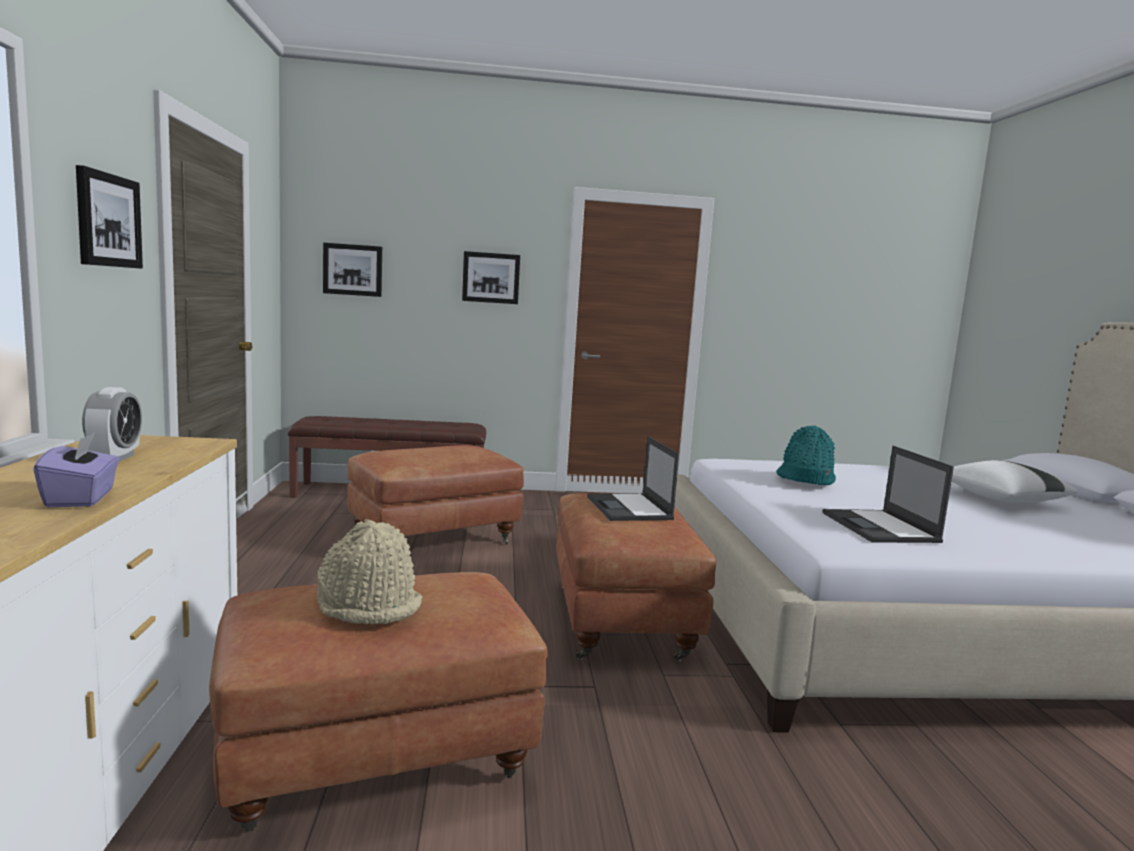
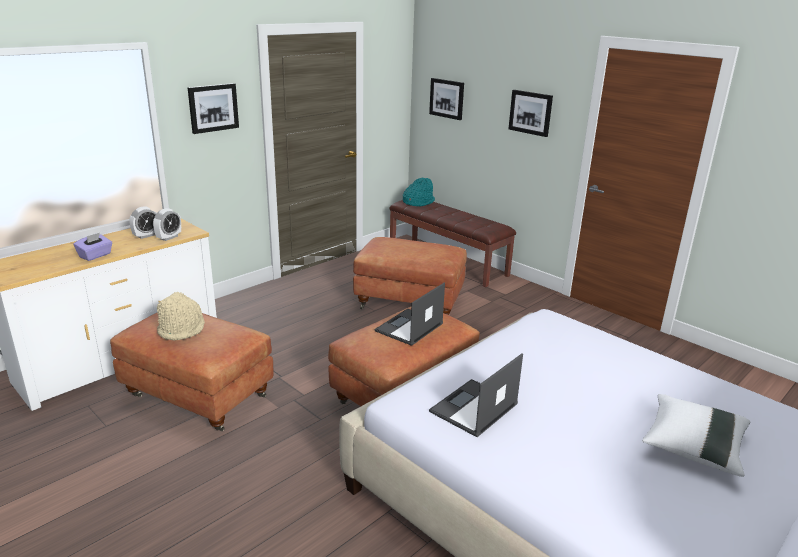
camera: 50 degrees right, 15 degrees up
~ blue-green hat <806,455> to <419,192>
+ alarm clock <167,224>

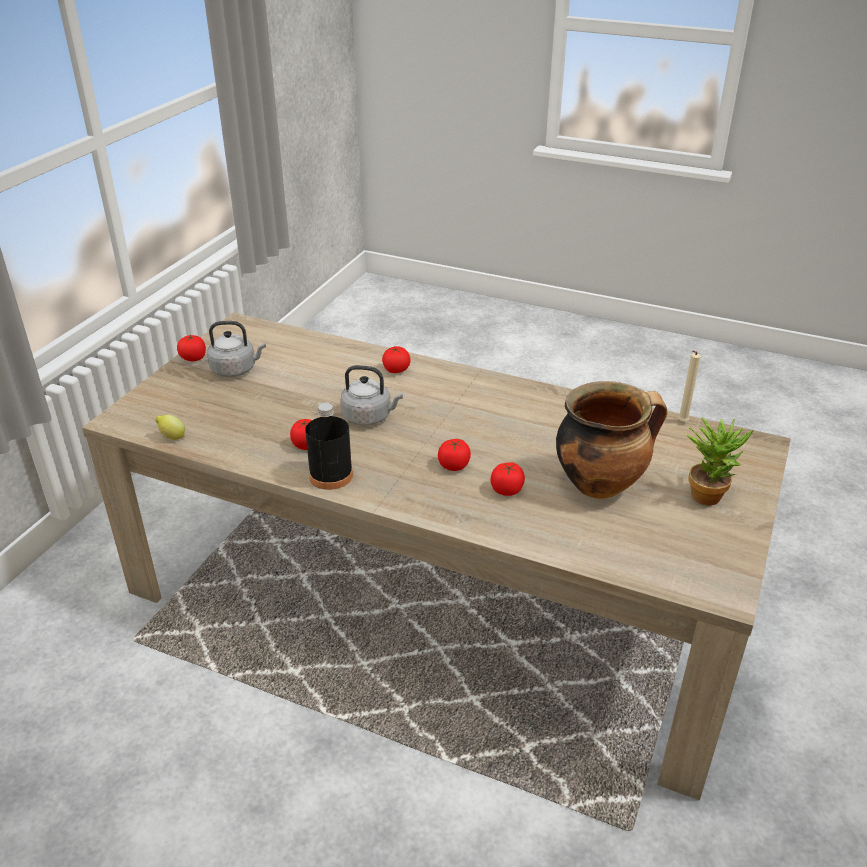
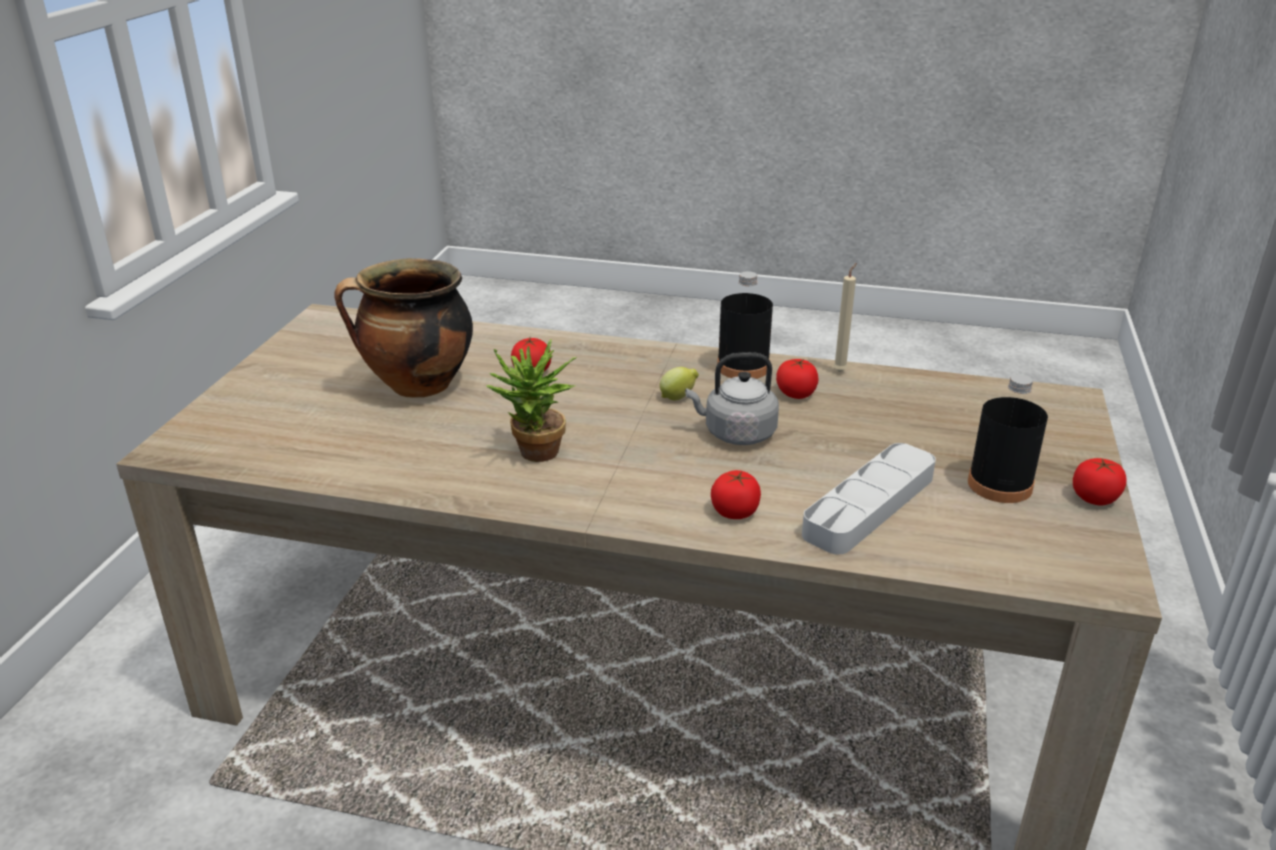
camera: 170 degrees right, 5 degrees down
~ gray tea kettle <236,349> to blackish beverage bottle <1008,438>
~ beige wax candle <689,386> to <845,317>
~ citrus fruit <170,427> to <679,383>
~ houseplant <719,461> to <531,400>
- whole tomato <454,455>
+ gray tray <869,498>

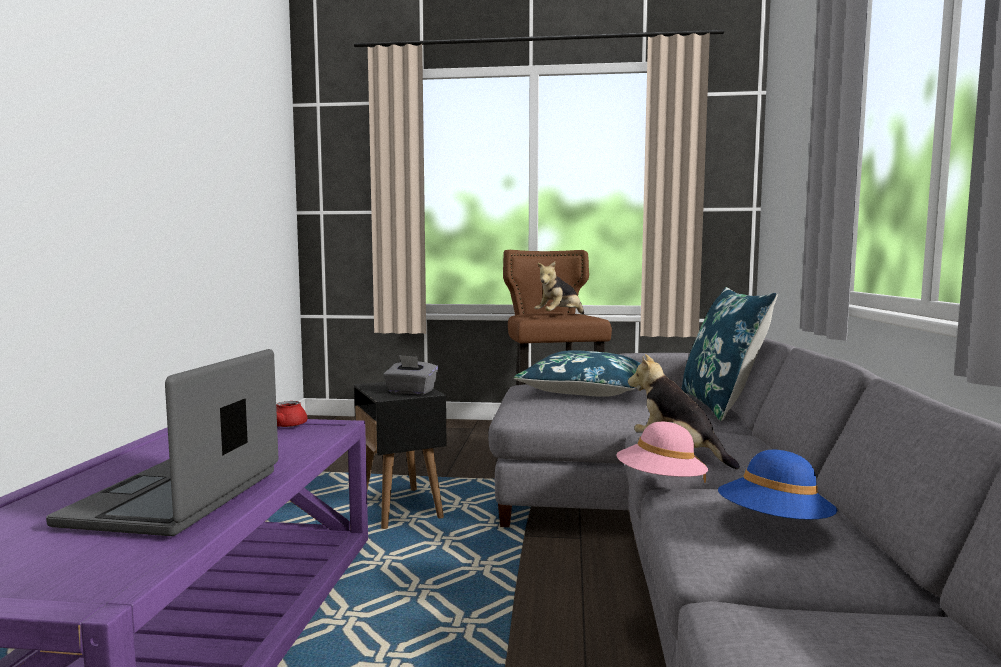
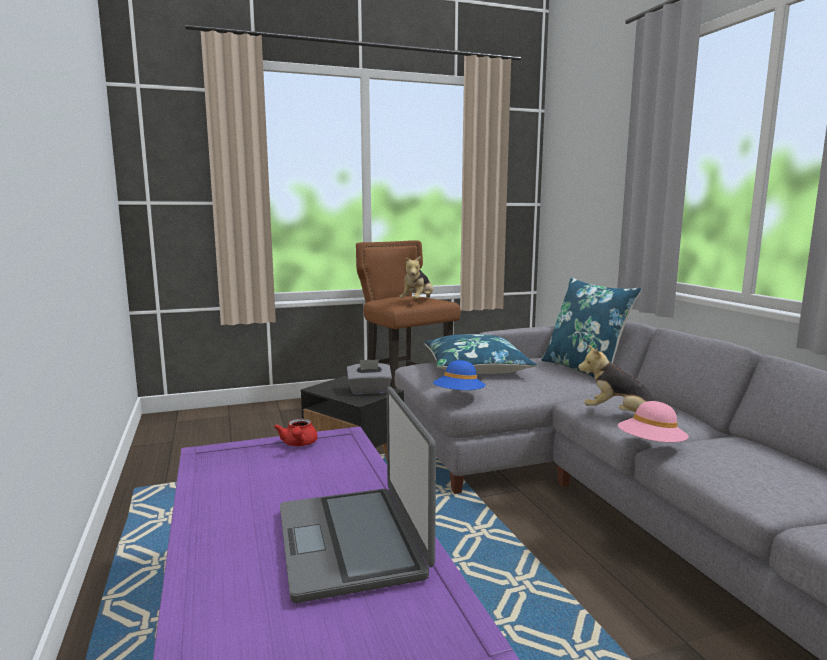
camera: 25 degrees left, 5 degrees up
~ blue hat <778,485> to <459,375>

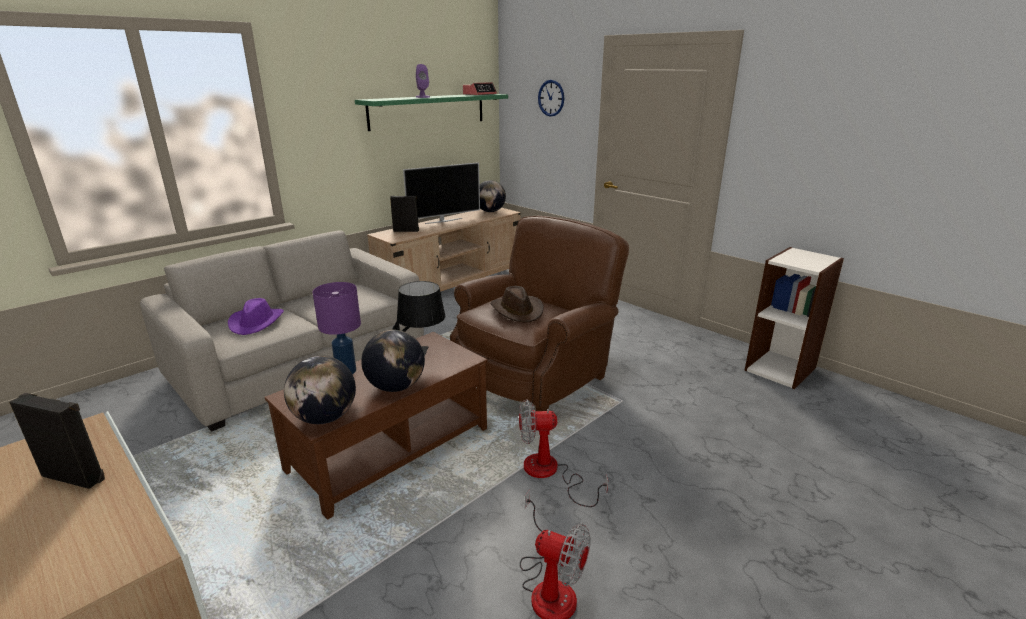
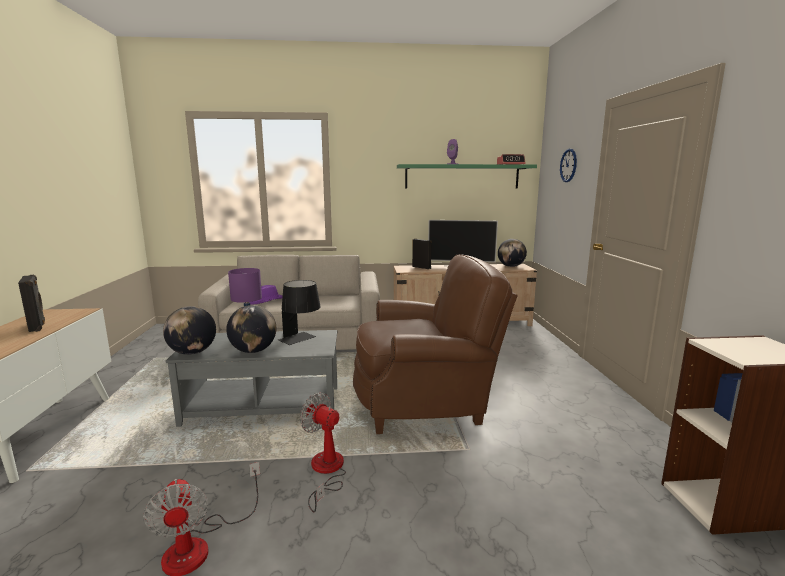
camera: 40 degrees right, 10 degrees down
- brownish hat <517,304>
~ brownish coffee table <376,426> to gray coffee table <251,378>

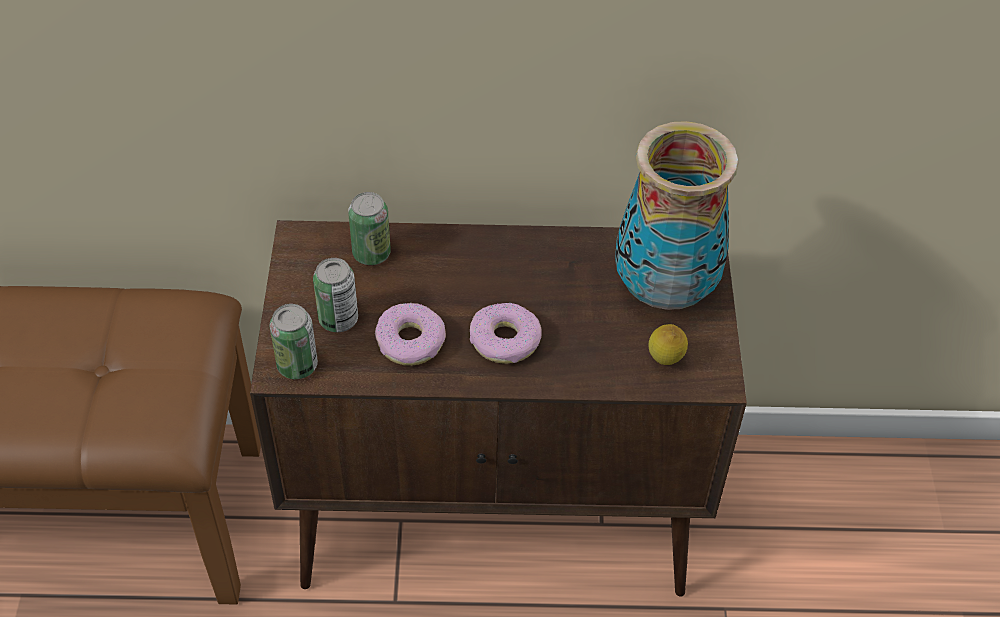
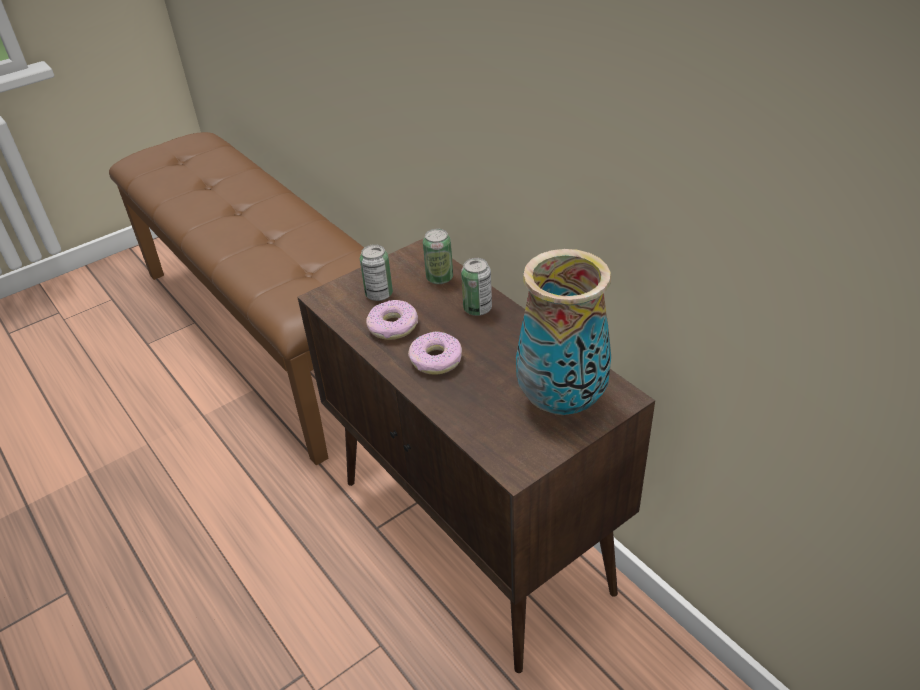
camera: 55 degrees right, 10 degrees down
~ can <293,341> to <476,287>
- citrus fruit <668,344>

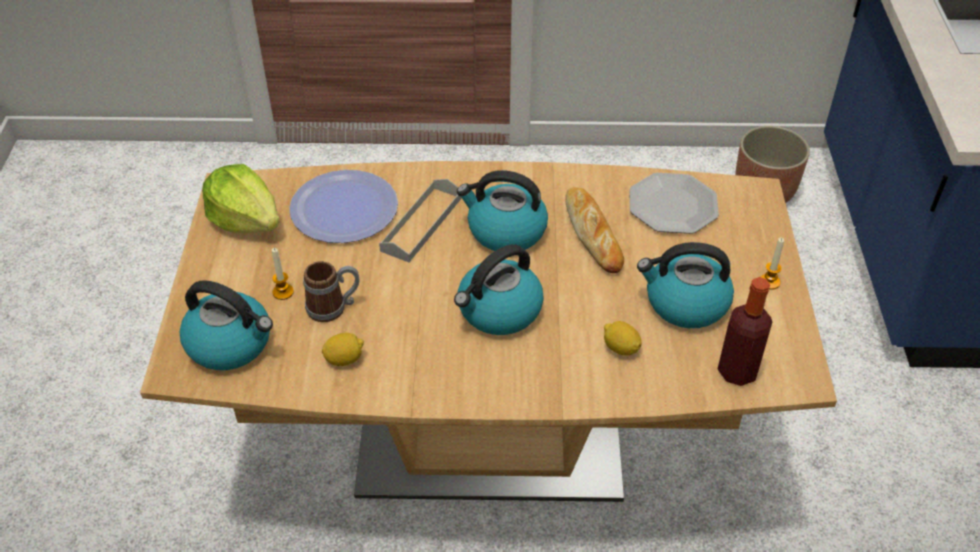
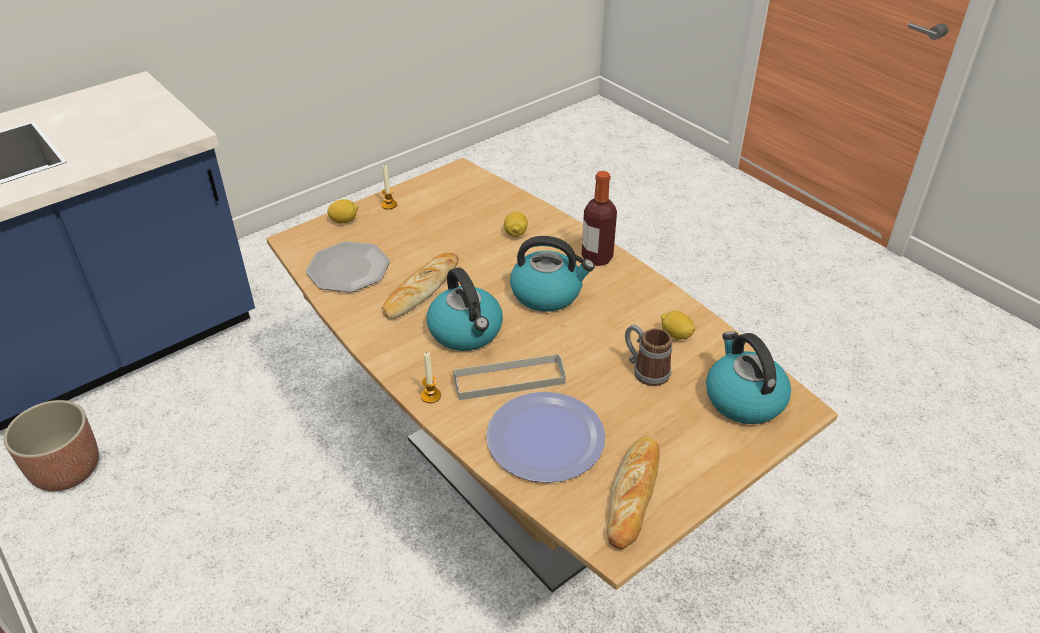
camera: 130 degrees left, 5 degrees down
~ head of lettuce <241,198> to baked bread <633,492>
- tea kettle <685,285>
~ wax candle <283,274> to <431,377>
~ beverage bottle <744,331> to <599,218>
+ citrus fruit <342,211>

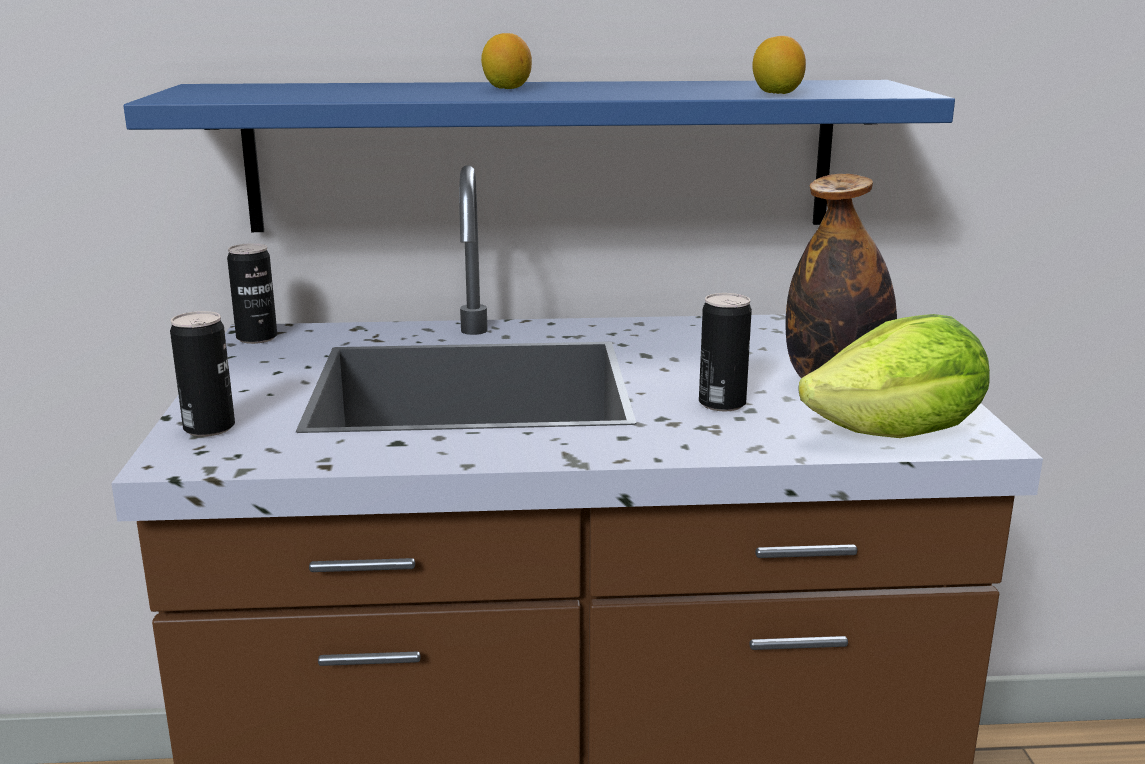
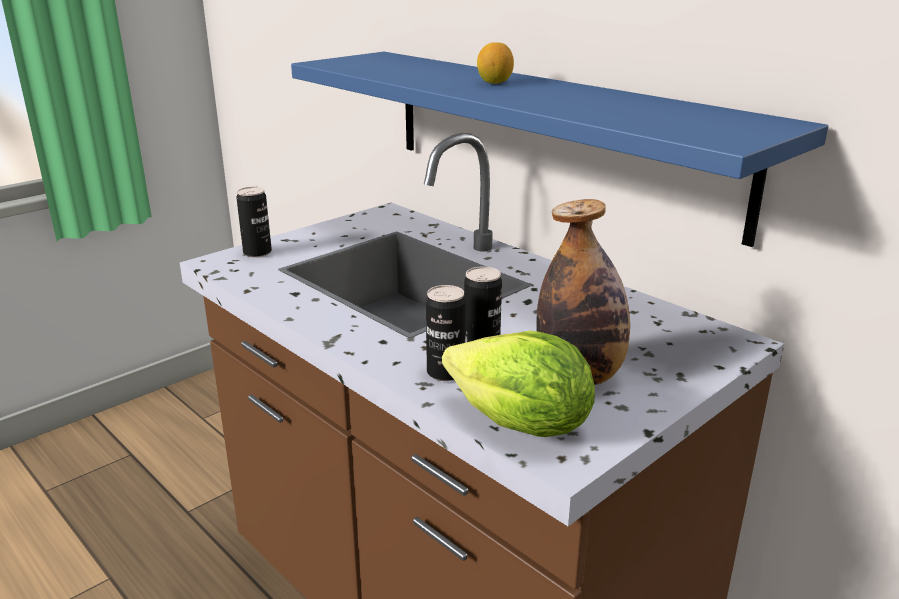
camera: 50 degrees right, 5 degrees up
- citrus fruit <779,65>
~ can <252,293> to <446,333>

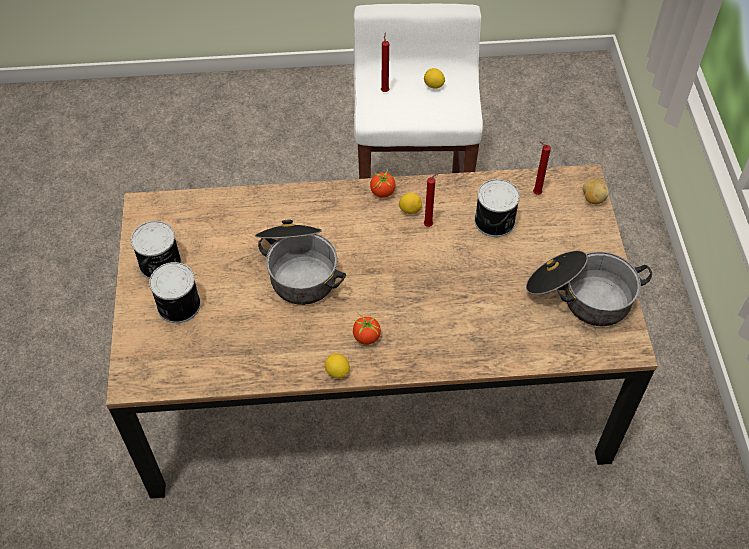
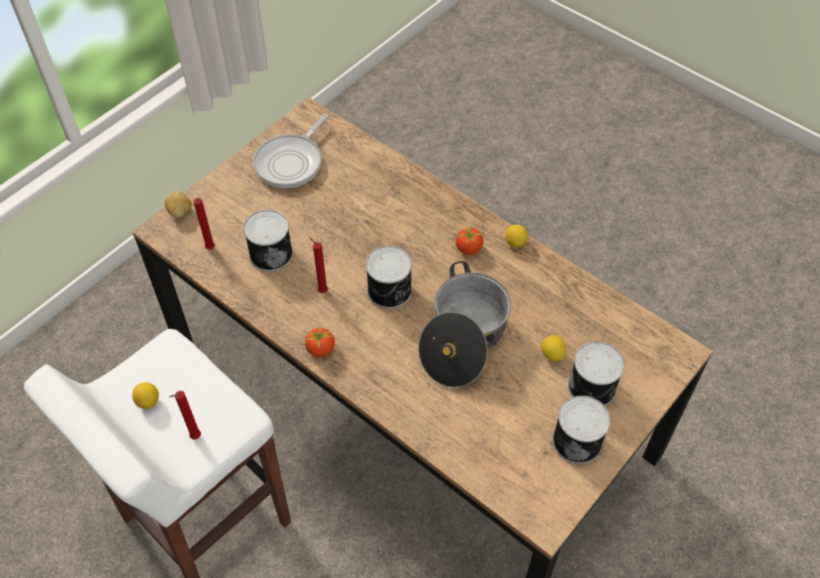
camera: 135 degrees left, 0 degrees up
~ citrus fruit <410,203> to <553,348>
~ saucepot <589,288> to frying pan <290,151>
+ can <389,277>

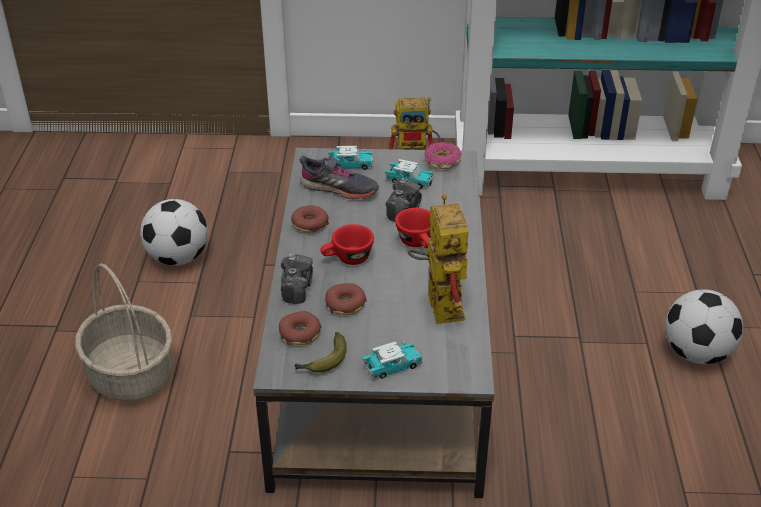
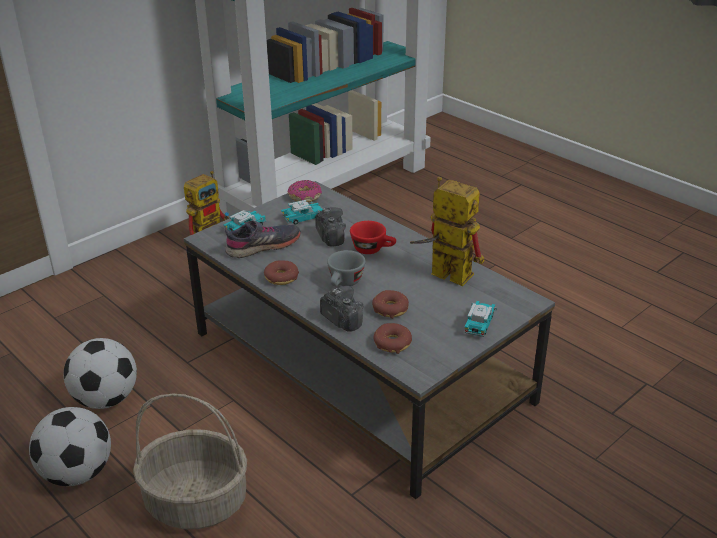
camera: 45 degrees left, 5 degrees down
~ red-coloured drinking cup <347,244> to gray drinking cup <346,268>
~ football ball <704,326> to <70,446>
- whole banana <321,352>

